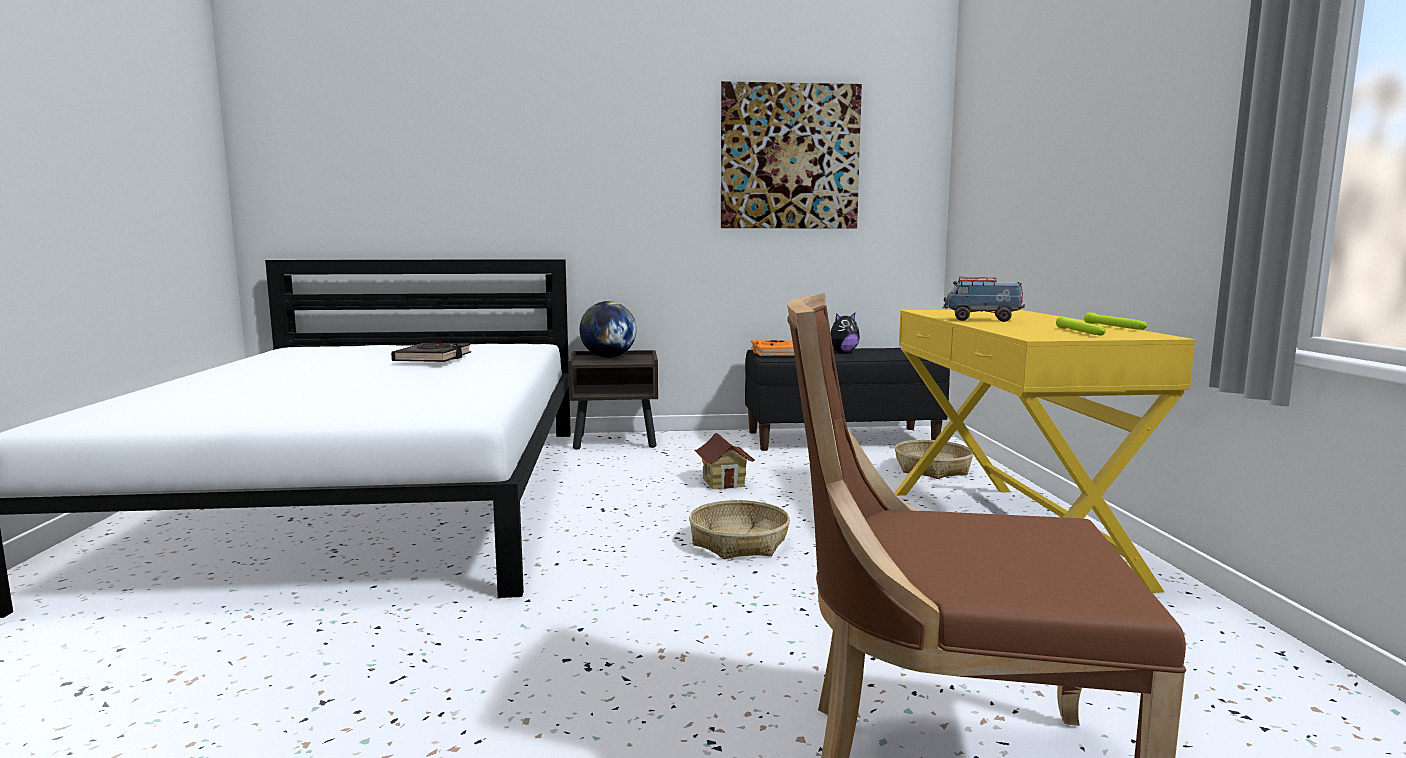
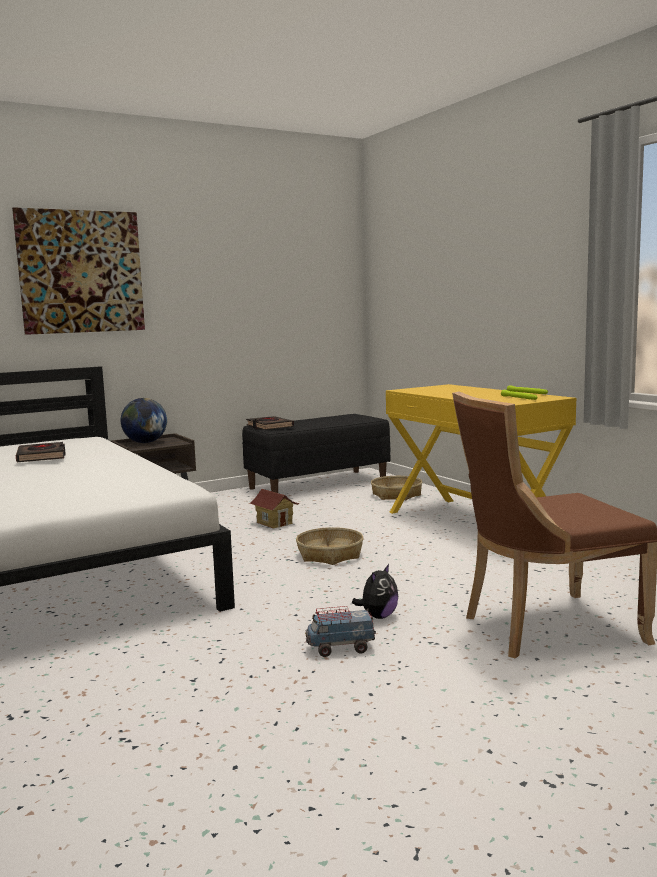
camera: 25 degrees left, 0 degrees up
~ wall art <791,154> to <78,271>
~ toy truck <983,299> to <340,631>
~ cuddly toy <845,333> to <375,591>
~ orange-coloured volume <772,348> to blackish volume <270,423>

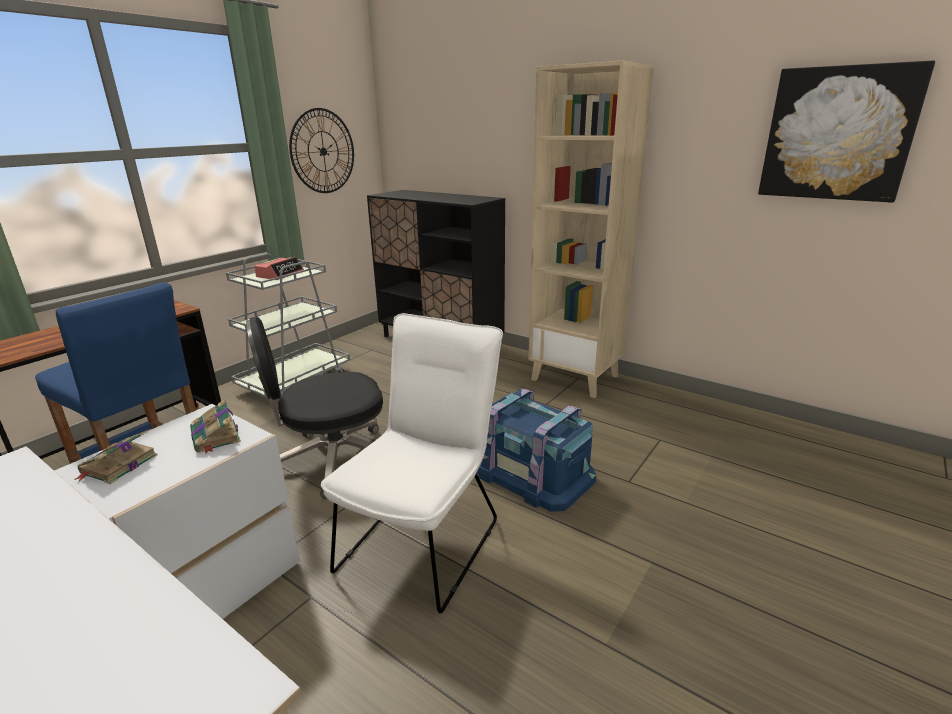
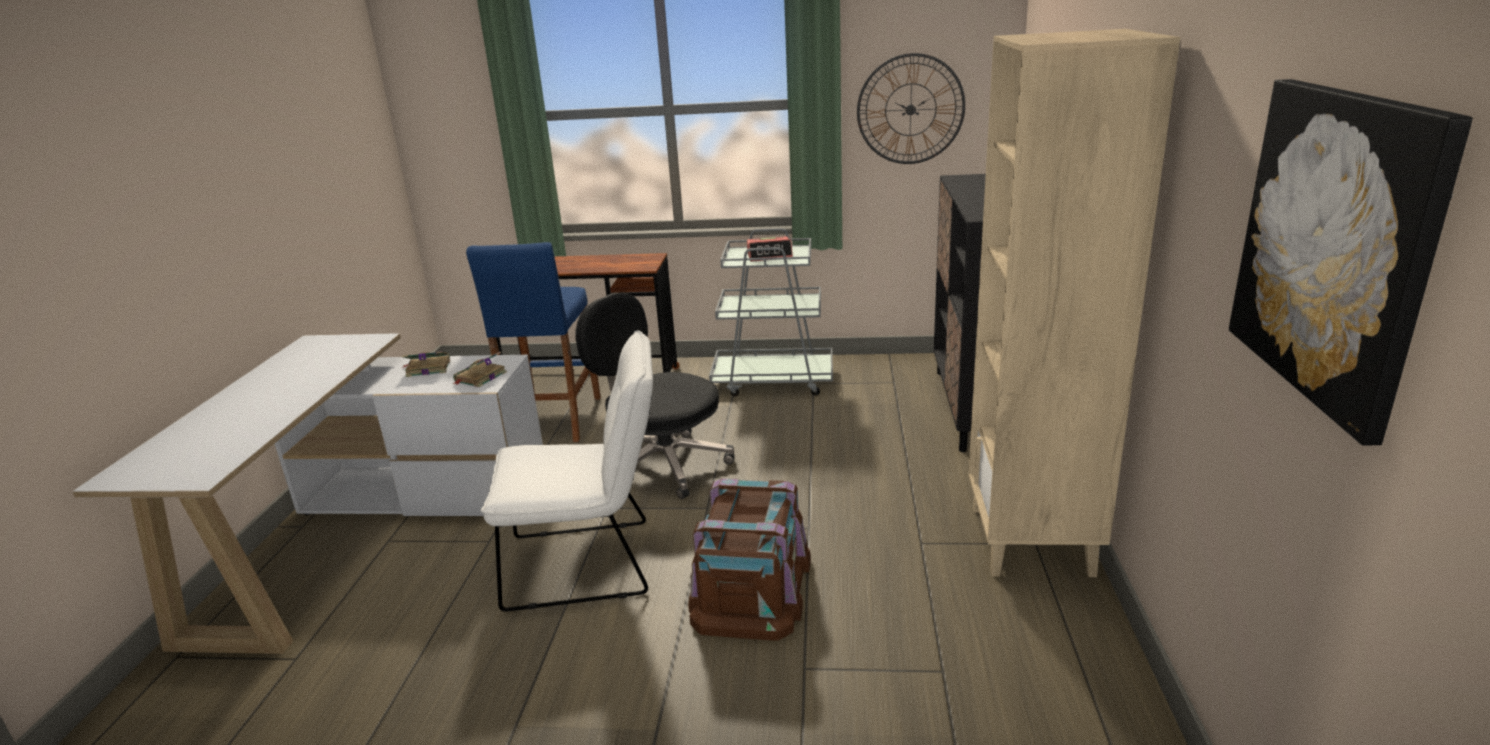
camera: 60 degrees right, 0 degrees up
~ blue storage container <536,450> to brownish storage container <749,559>

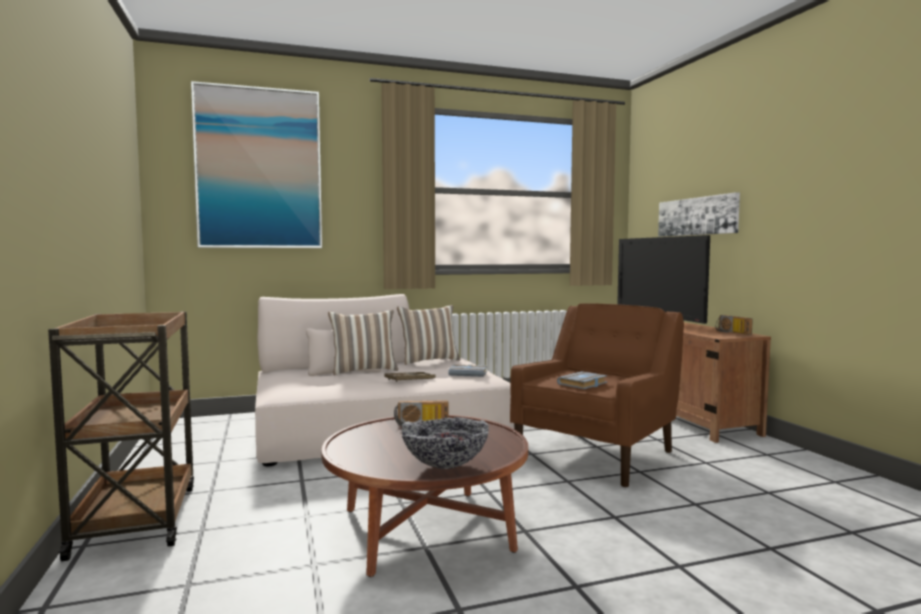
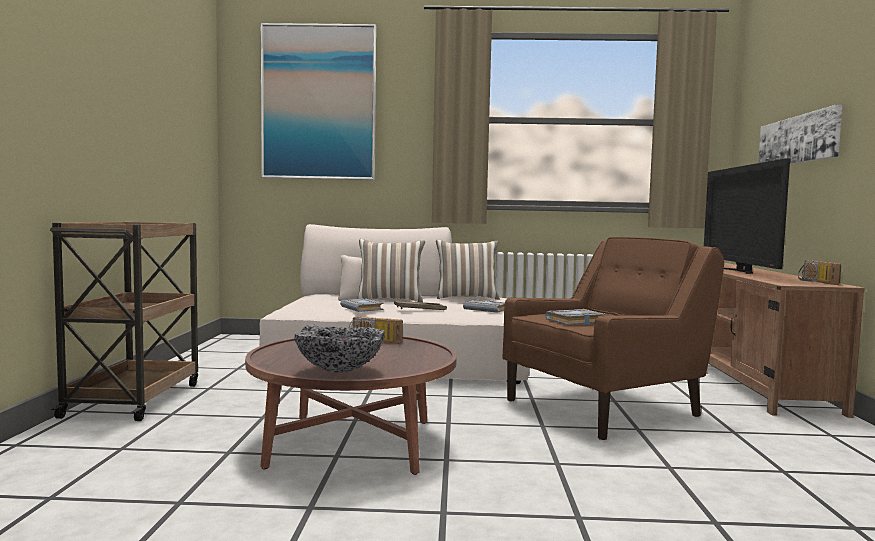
camera: 20 degrees right, 0 degrees up
+ gray volume <362,305>

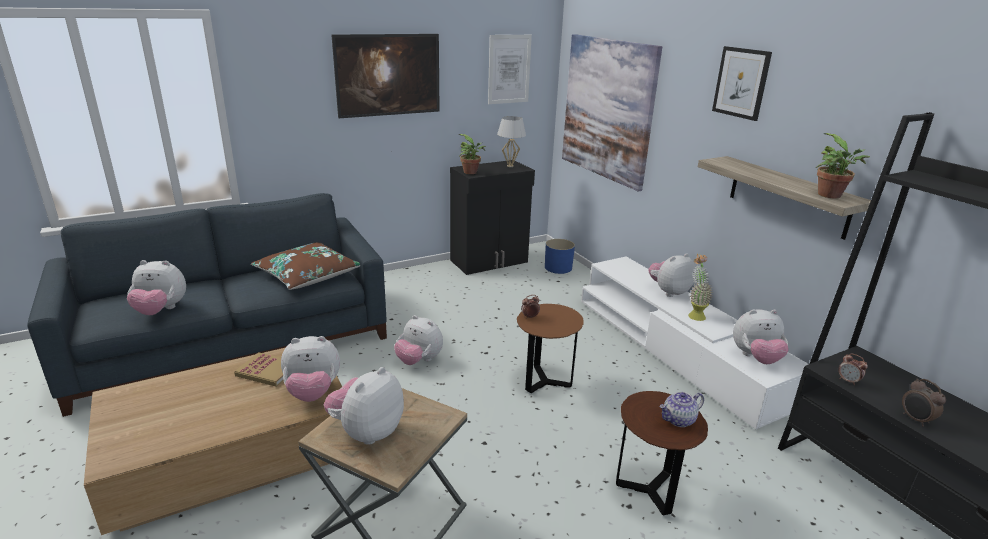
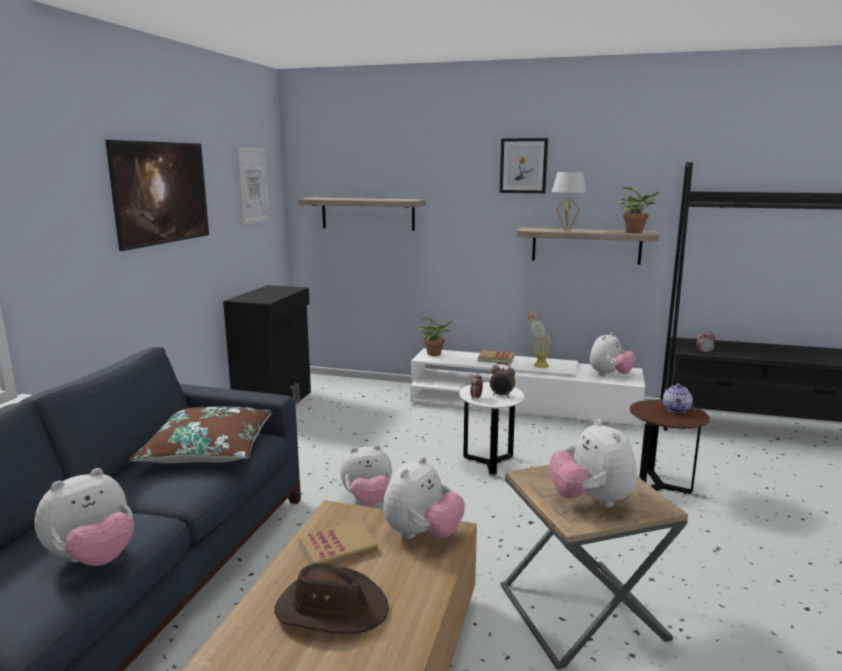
camera: 45 degrees left, 10 degrees down
~ wall art <612,113> to bracket shelf <362,214>
~ white-coloured lamp for a table <511,141> to <569,201>
~ houseplant <472,154> to <436,336>
- blue planter <560,256>
~ cuddly toy <671,275> to volume <496,357>
~ brownish side table <550,348> to white-coloured side table <491,428>
~ alarm clock <924,403> to <502,380>
+ brownish hat <331,598>

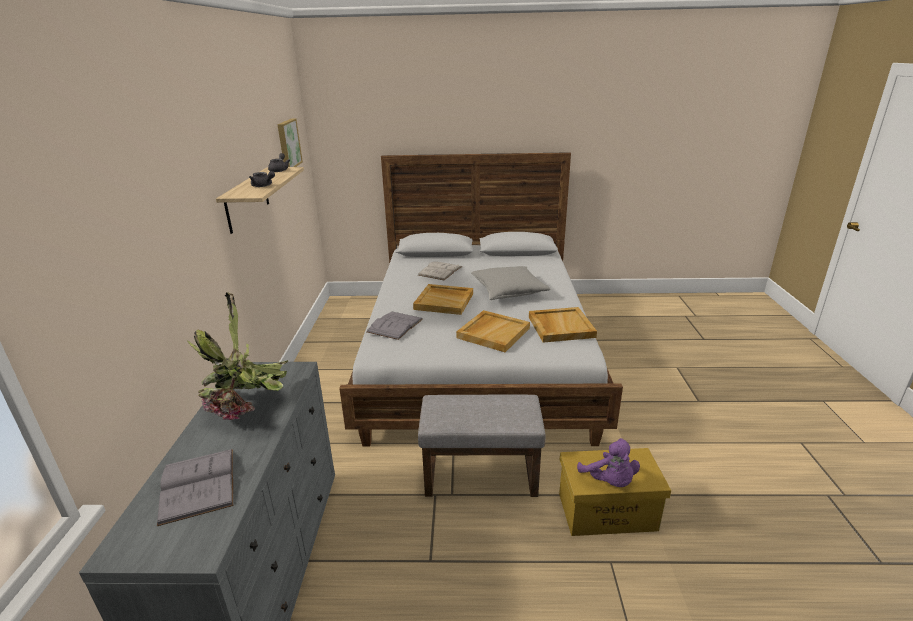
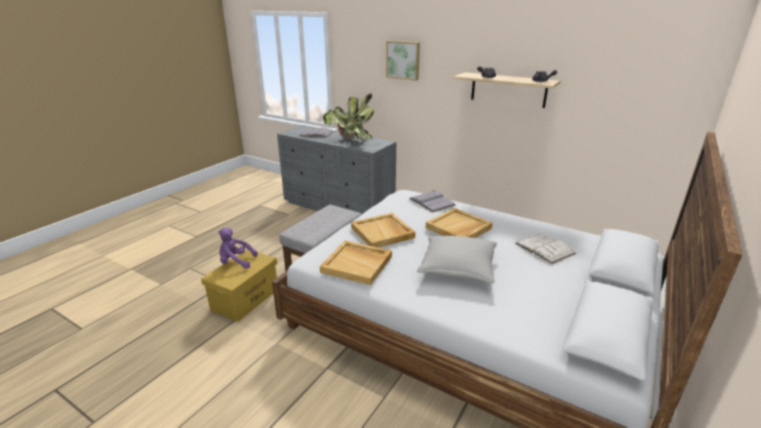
camera: 120 degrees right, 0 degrees up
~ wall art <290,143> to <403,61>

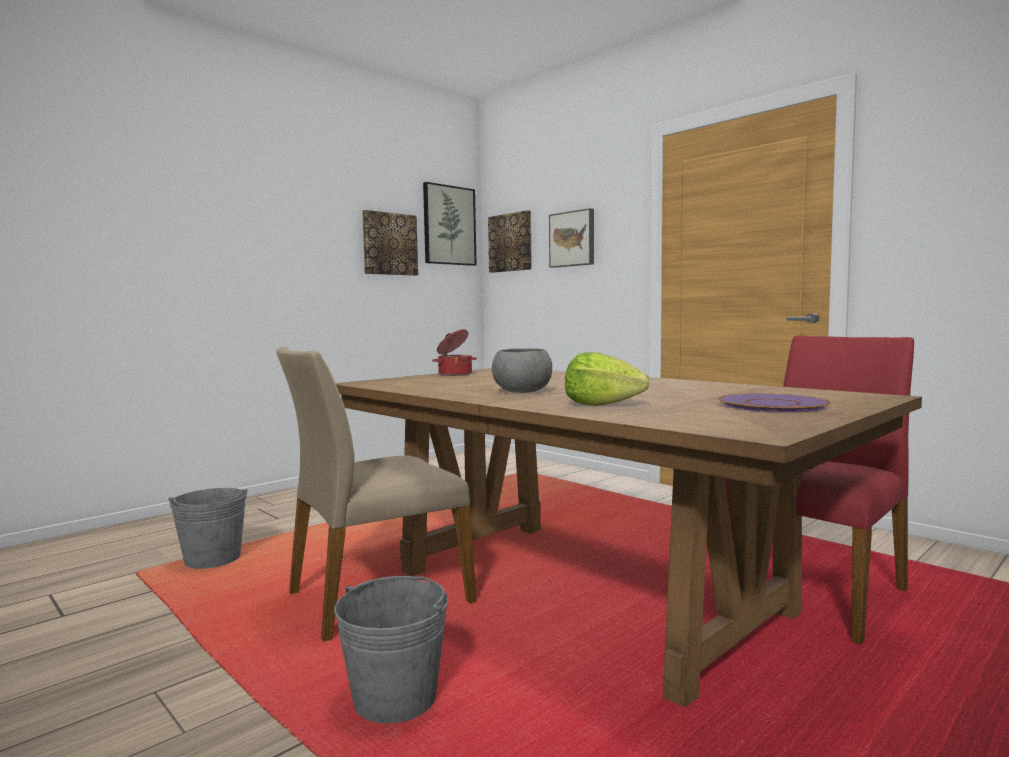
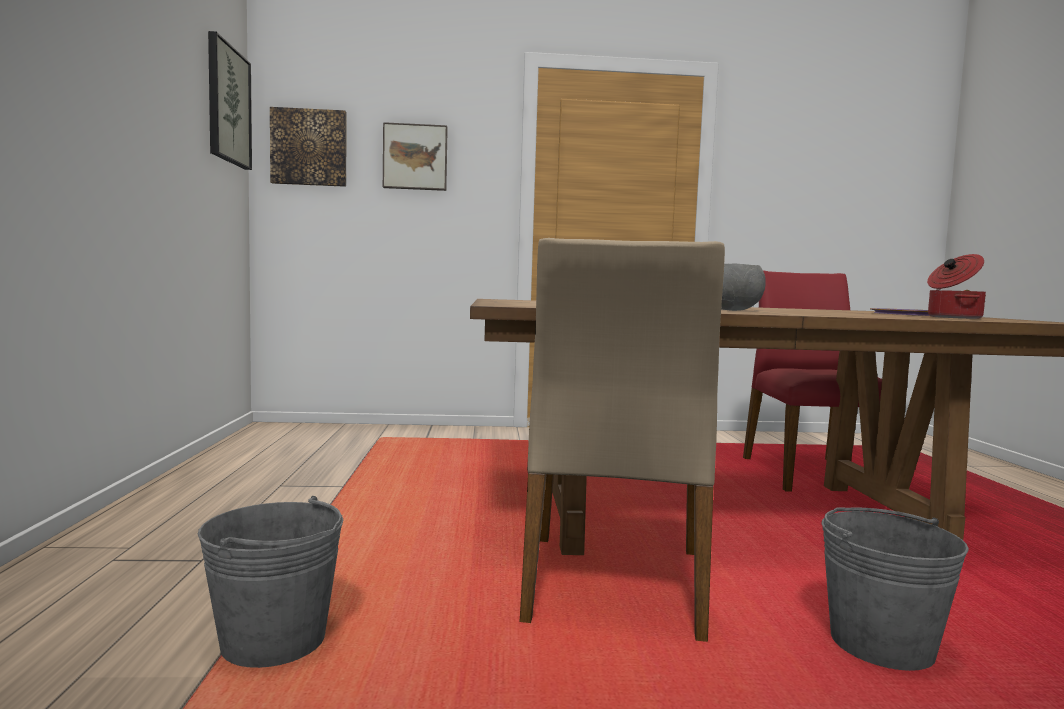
camera: 50 degrees left, 0 degrees up
- wall art <390,243>
~ saucepot <454,352> to <956,286>
- head of lettuce <607,379>

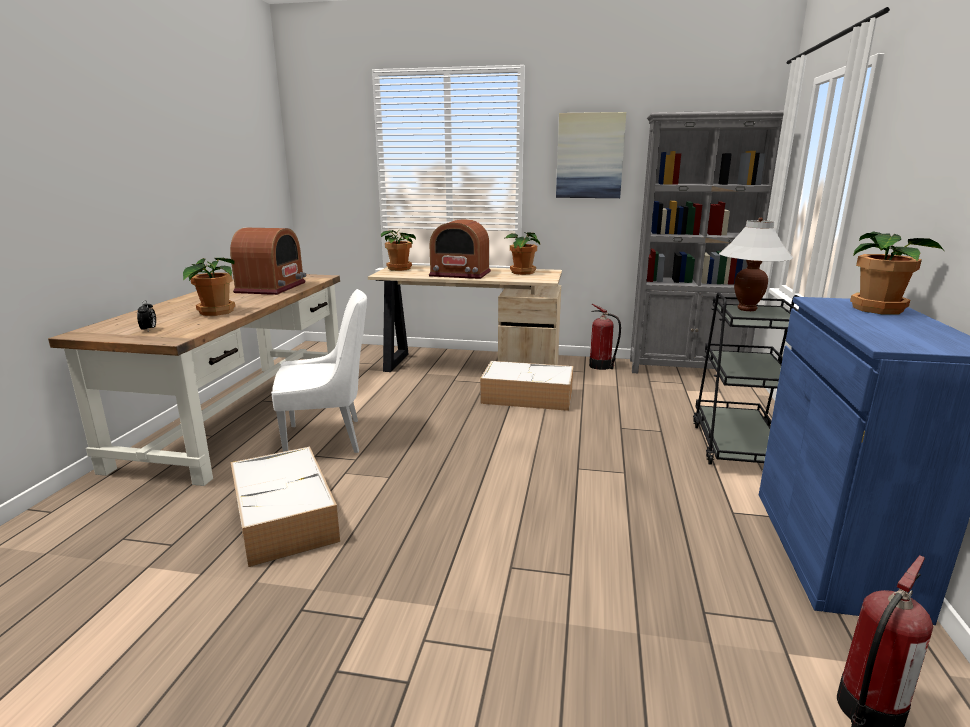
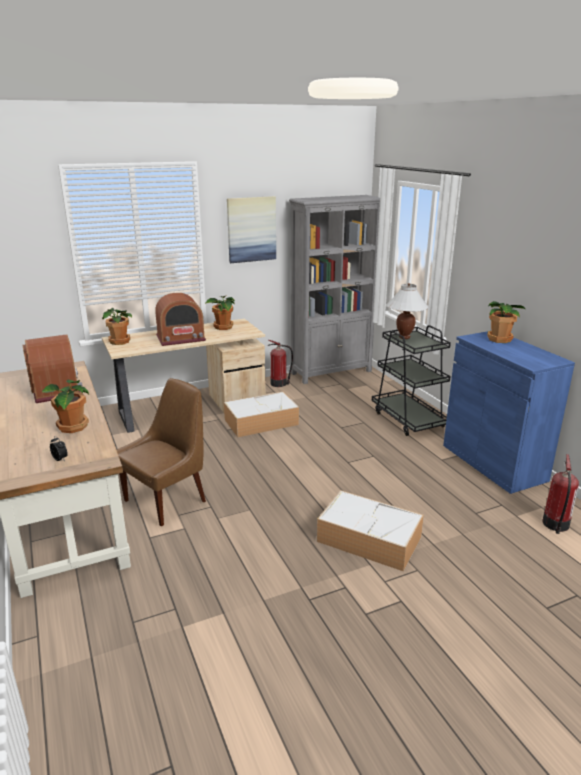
camera: 35 degrees left, 5 degrees up
~ white-coloured plain chair <319,371> to brownish plain chair <161,452>
~ storage container <285,506> to <370,530>

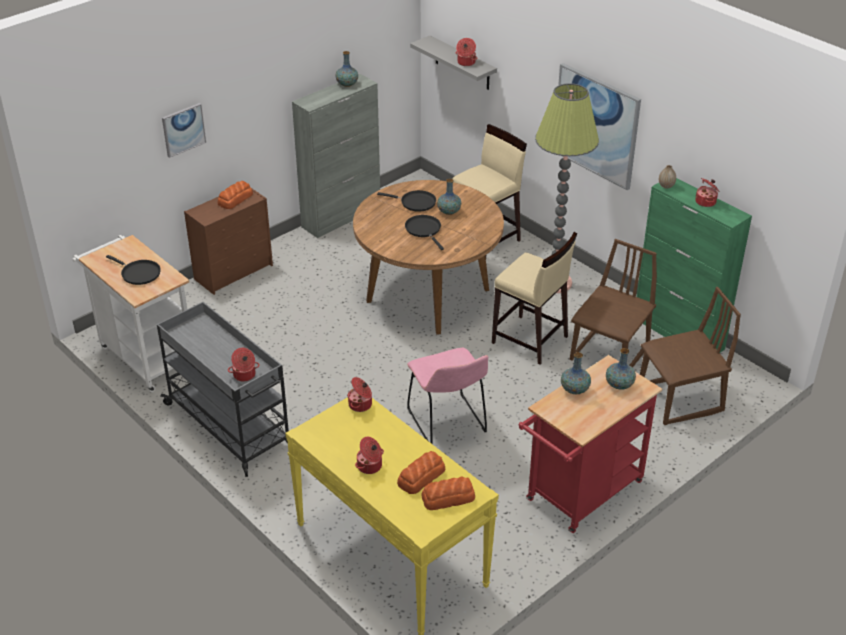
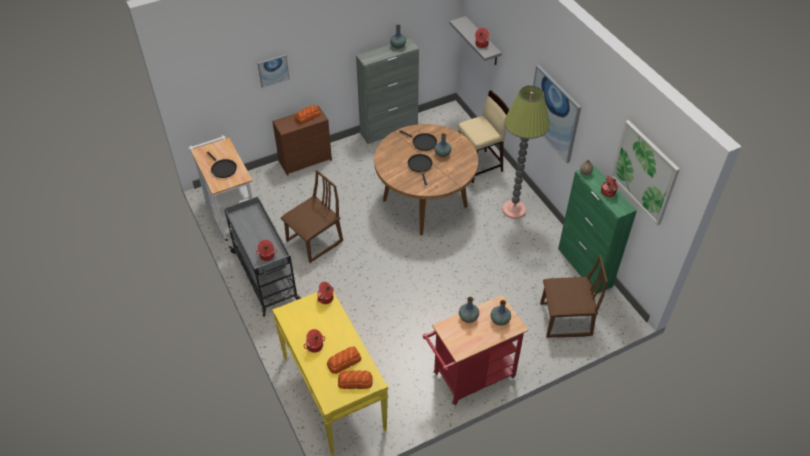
camera: 15 degrees right, 10 degrees up
- beige stool <534,298>
~ brownish plain chair <613,303> to <312,216>
- pink plain chair <447,396>
+ wall art <645,173>

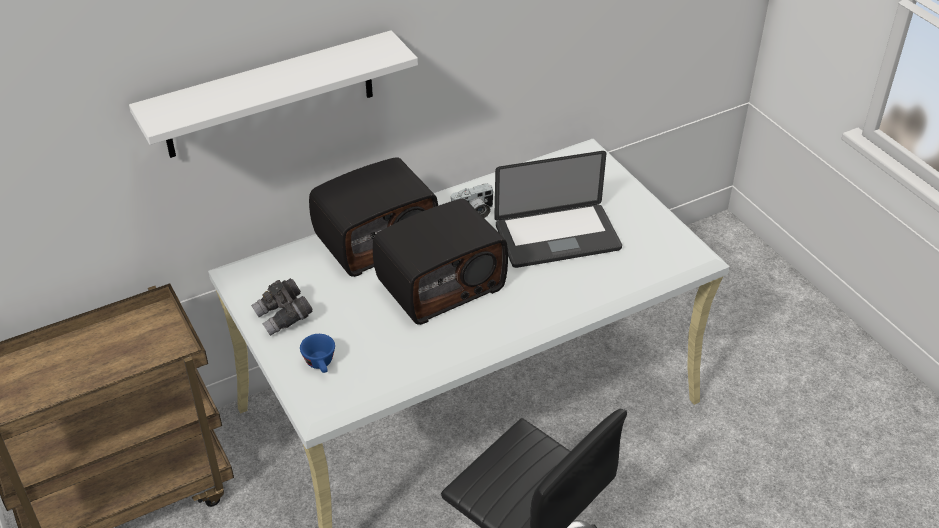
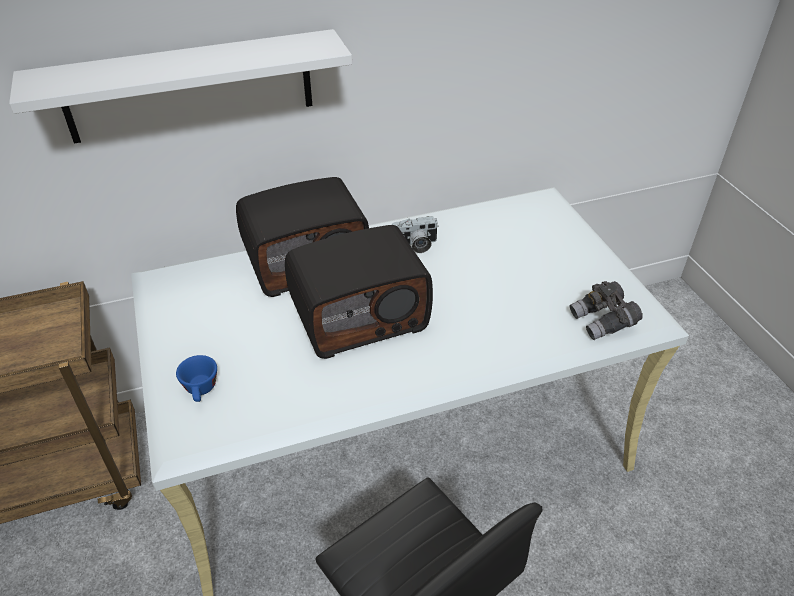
camera: 10 degrees right, 0 degrees up
- laptop <558,209>
~ gray pair of binoculars <282,307> to <606,310>

